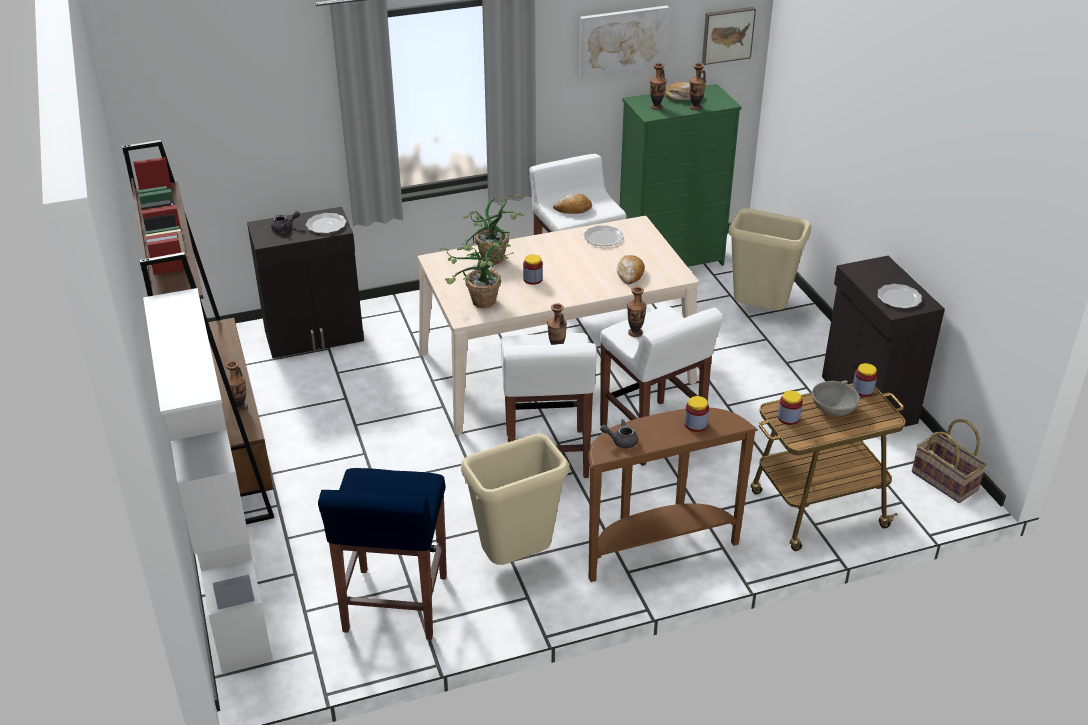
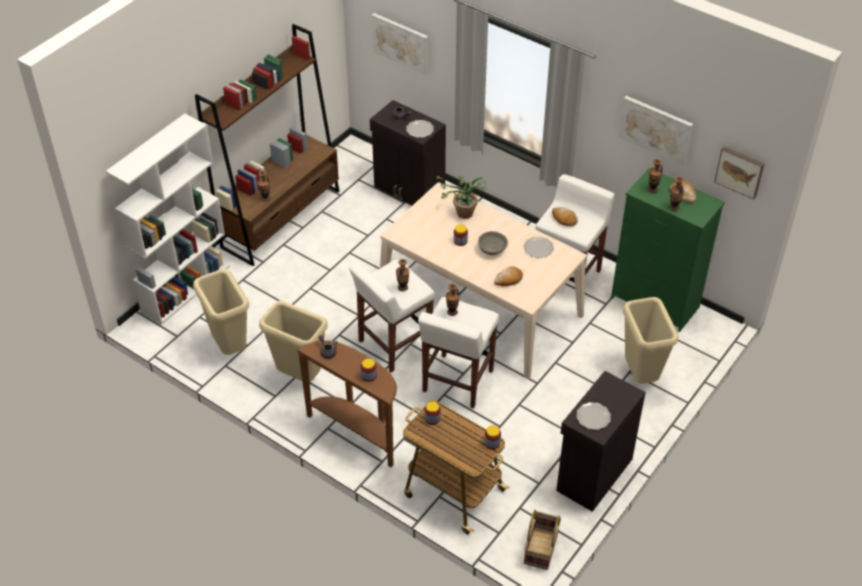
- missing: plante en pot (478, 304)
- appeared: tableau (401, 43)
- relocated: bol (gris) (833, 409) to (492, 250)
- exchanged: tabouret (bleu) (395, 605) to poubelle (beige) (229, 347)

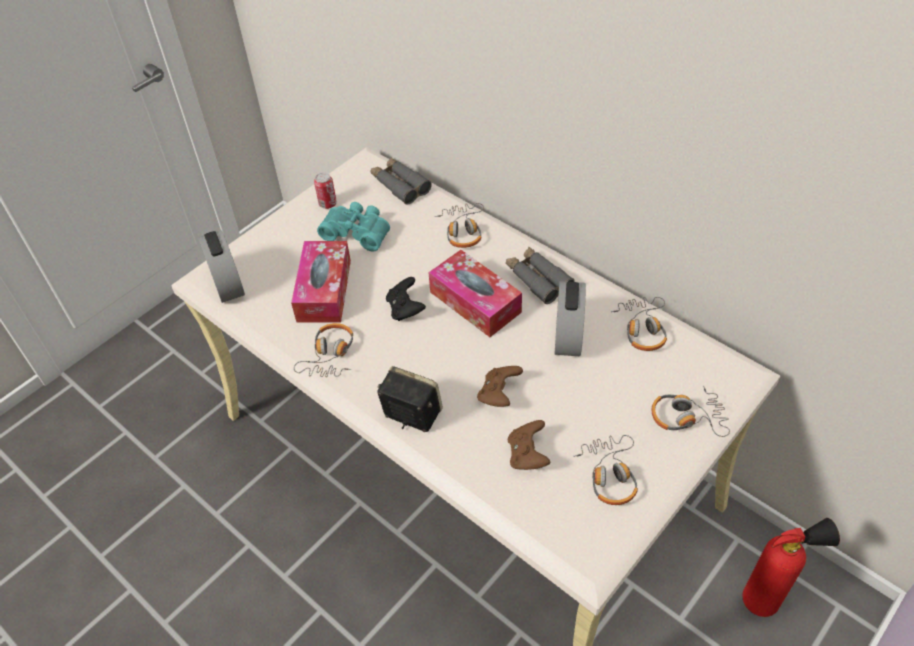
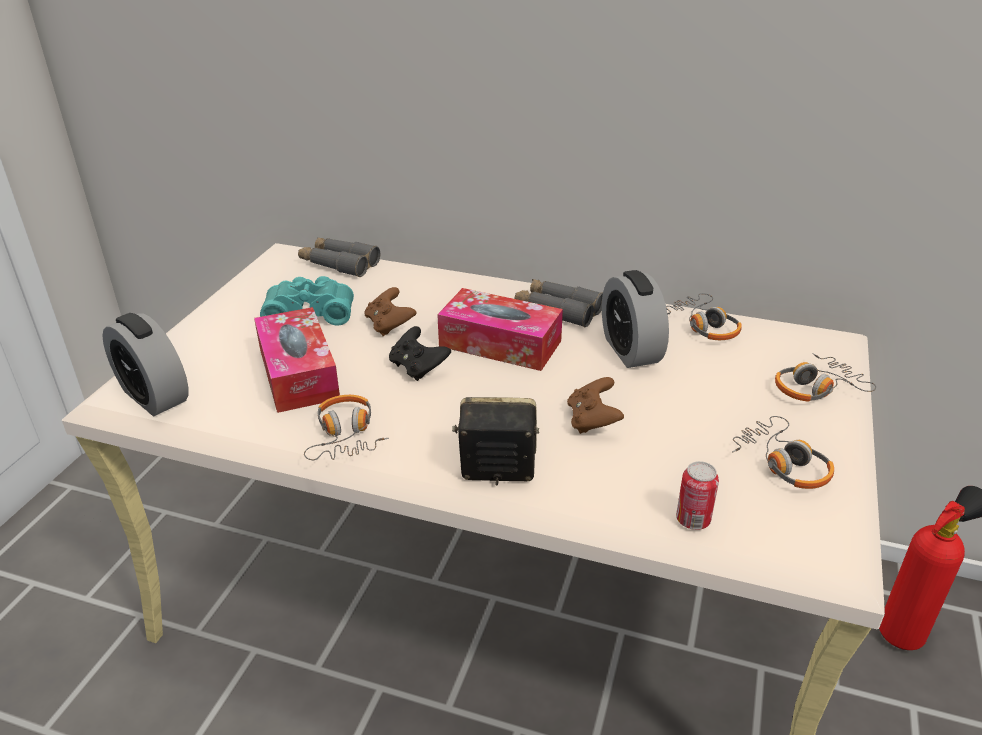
- missing: casque audio (463, 230)
- relocated: boîte métallique (327, 204) to (692, 520)
- relocated: manette (marron) (527, 455) to (389, 325)

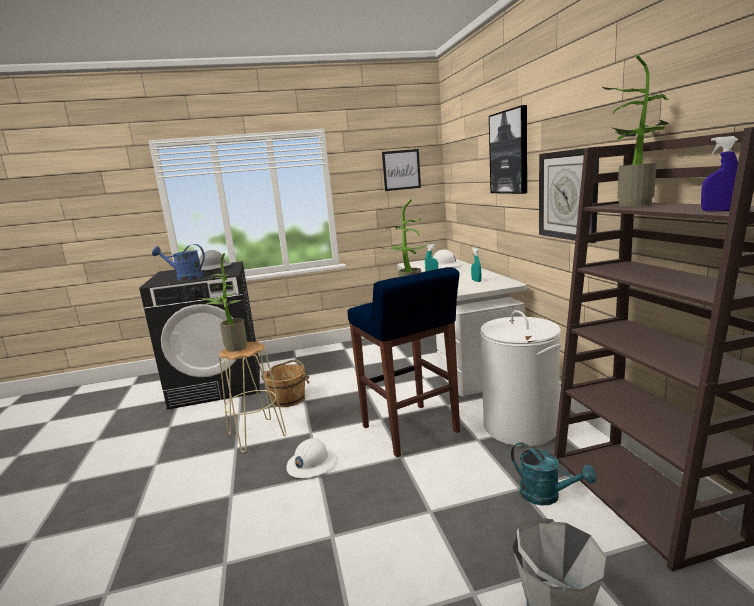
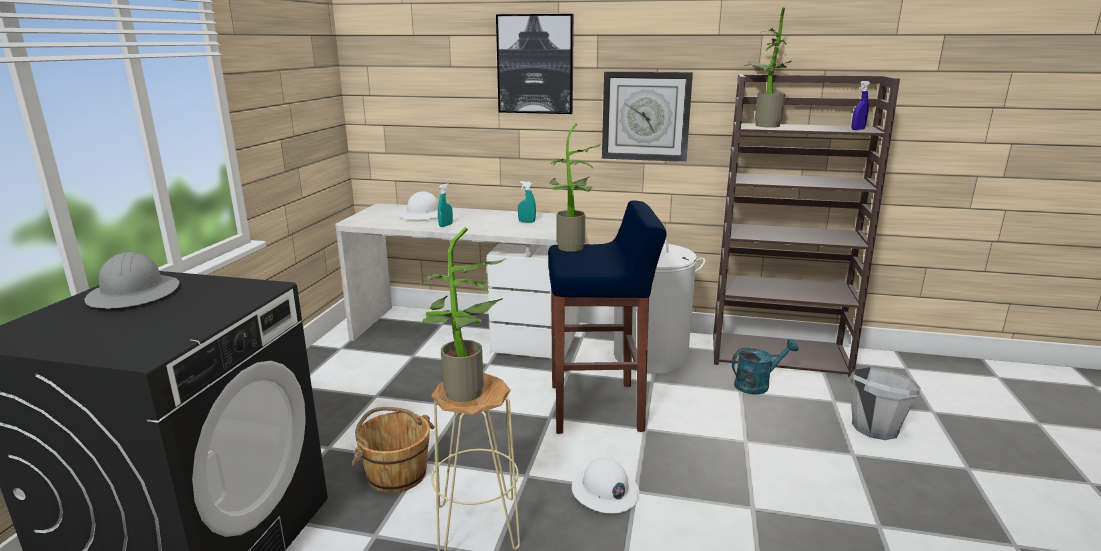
- missing: arrosoir (bleu) (185, 277)
- missing: tableau (401, 170)

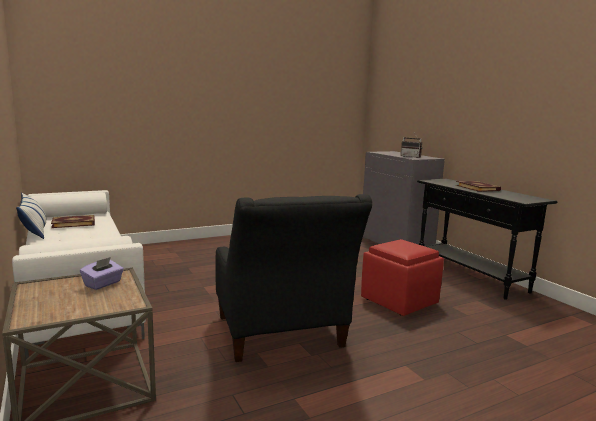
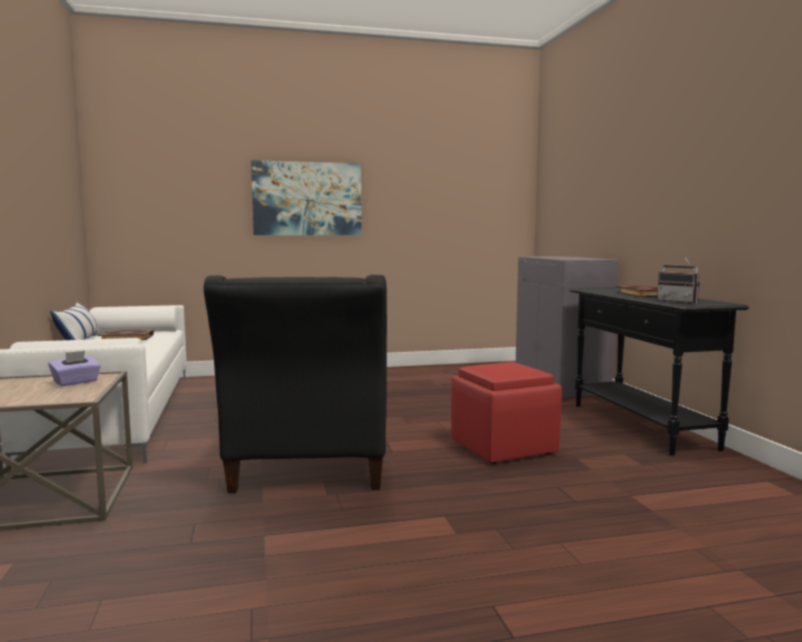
- appeared: tableau (307, 199)
- relocated: radio (411, 157) to (680, 302)

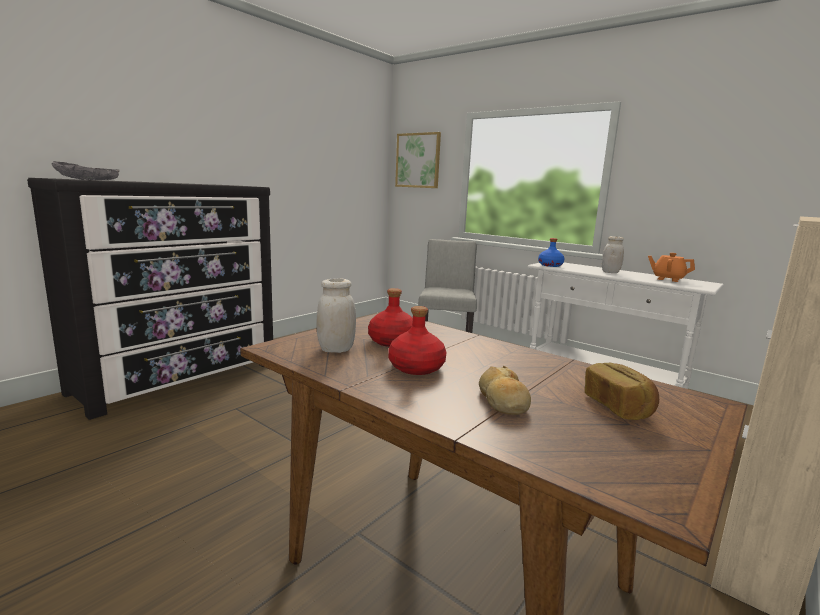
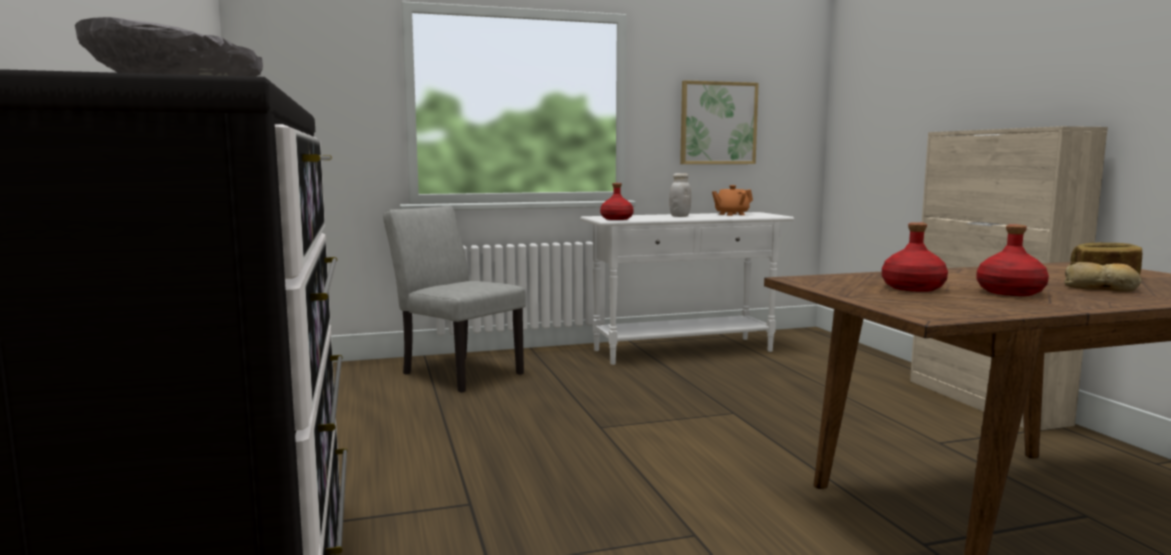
- missing: bocal (blanc) (336, 349)
- relocated: tableau (418, 160) to (718, 123)
- colour: bouteille (bleu) (550, 265) to bouteille (rouge) (617, 219)

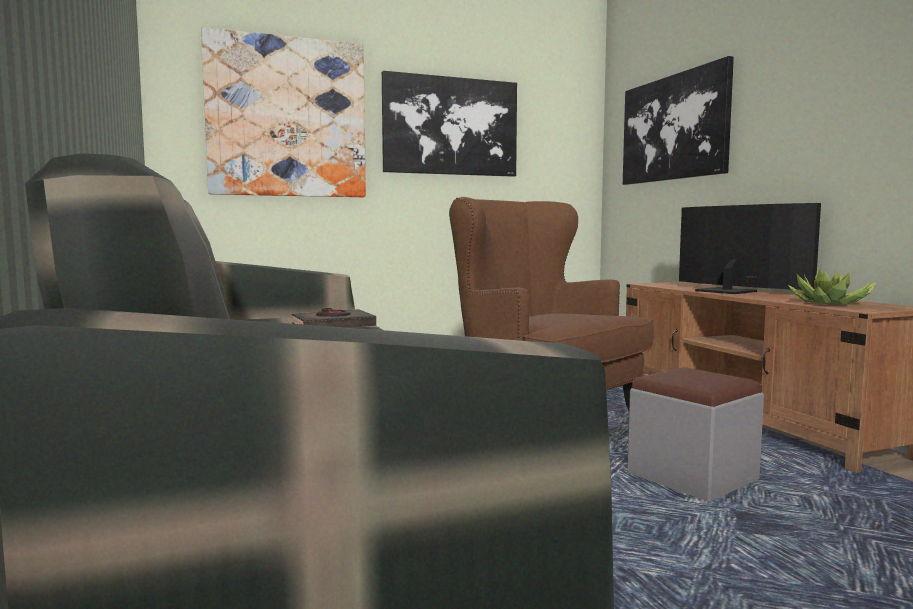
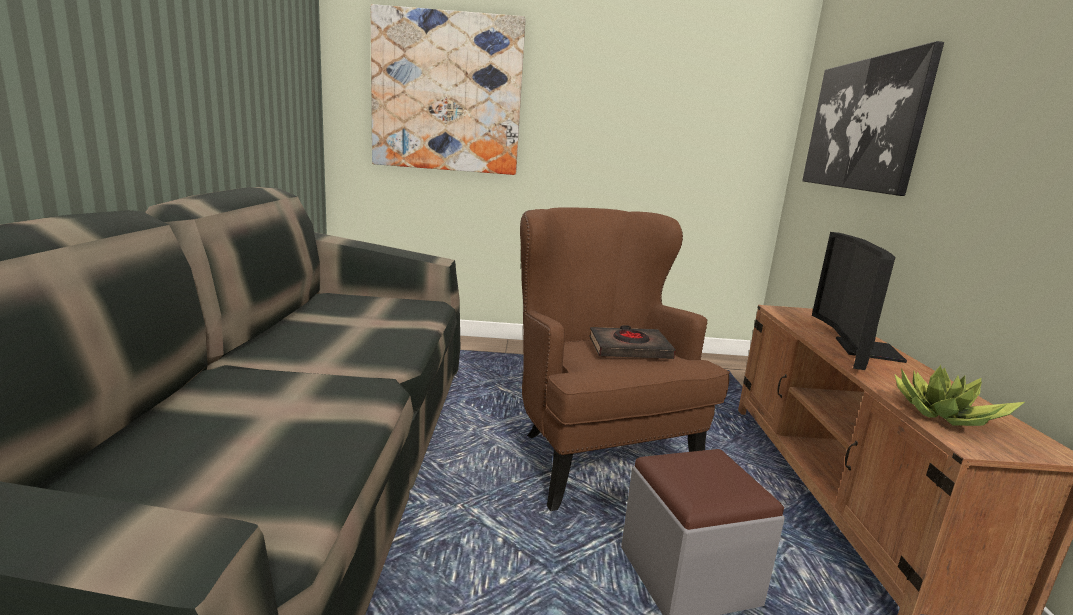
- missing: tableau (450, 126)
- relocated: livre (noir) (333, 326) to (629, 349)
- spun: téléviseur (731, 291) = (857, 348) 150 degrees counterclockwise

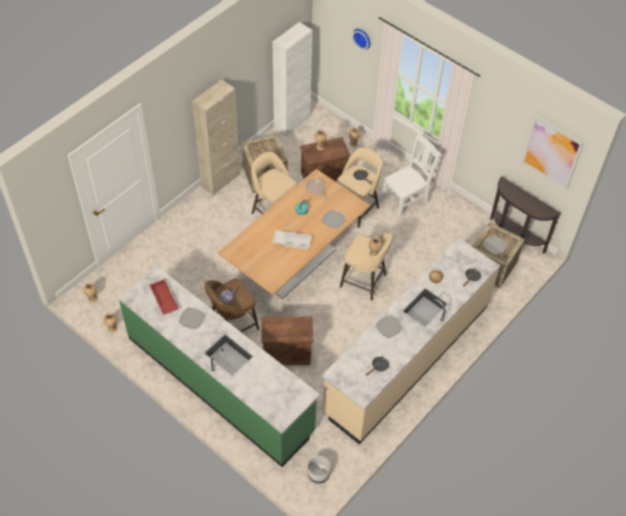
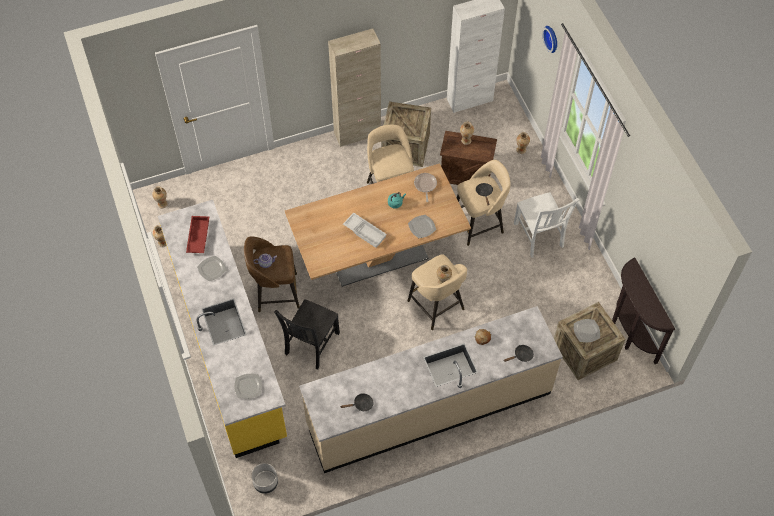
- missing: tableau (551, 152)
- relocated: assiette (388, 327) to (248, 386)
- exchanged: caisse (286, 353) to chaise (noir) (311, 345)
- colour: comptoir de cuisine (vert) (220, 384) to comptoir de cuisine (jaune) (228, 345)
- spun: chaise (blanc) (406, 199) = (539, 236) 75 degrees clockwise

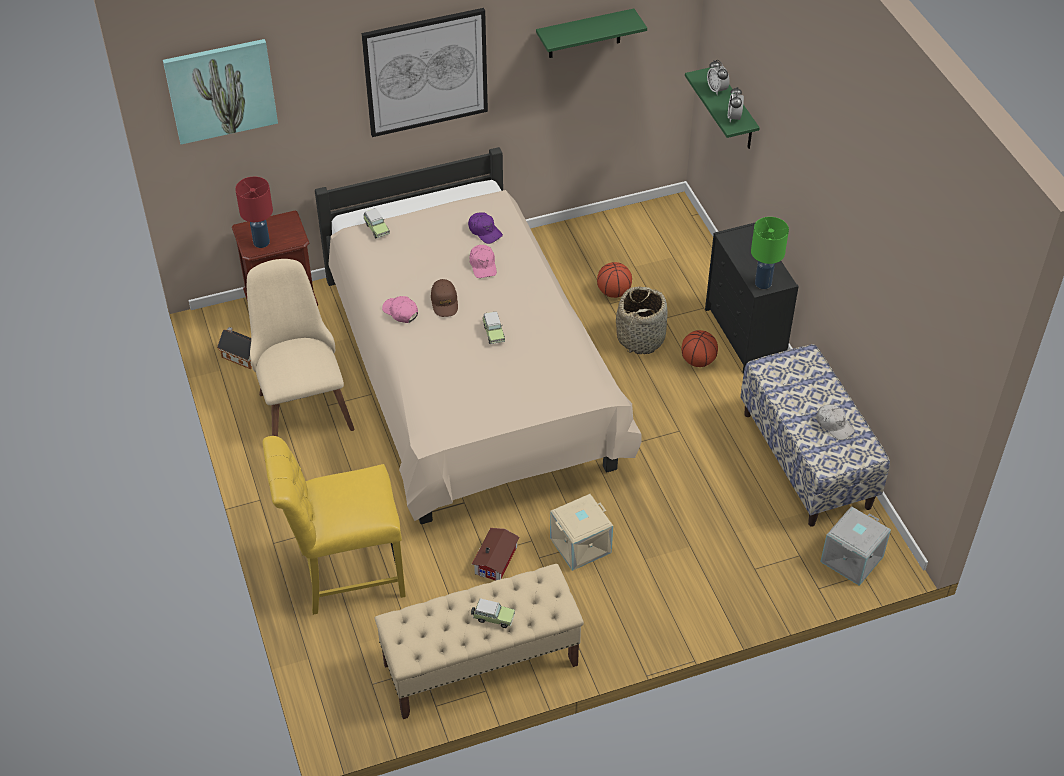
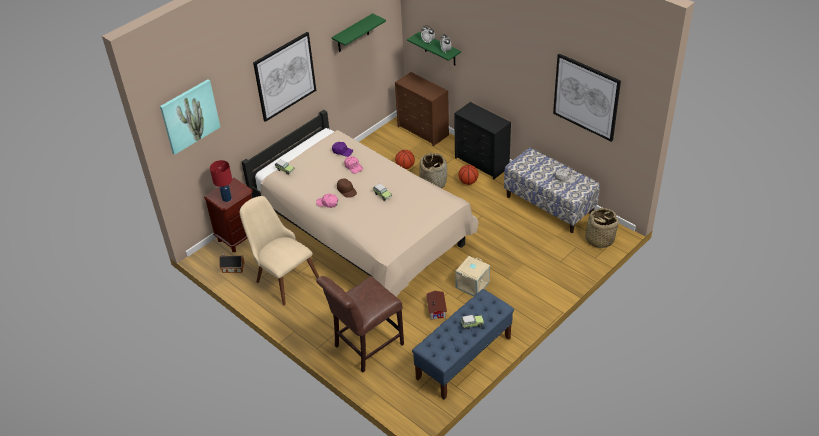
- missing: lampe de table (vert) (763, 283)
- appeared: commode (marron) (423, 131)
- appeared: tableau (586, 97)
- exchanged: boîte de rangement (gris) (851, 558) to panier (599, 239)
- colour: chaise (jaune) (345, 574) to chaise (marron) (365, 347)
- colour: banc (beige) (480, 665) to banc (bleu) (463, 358)

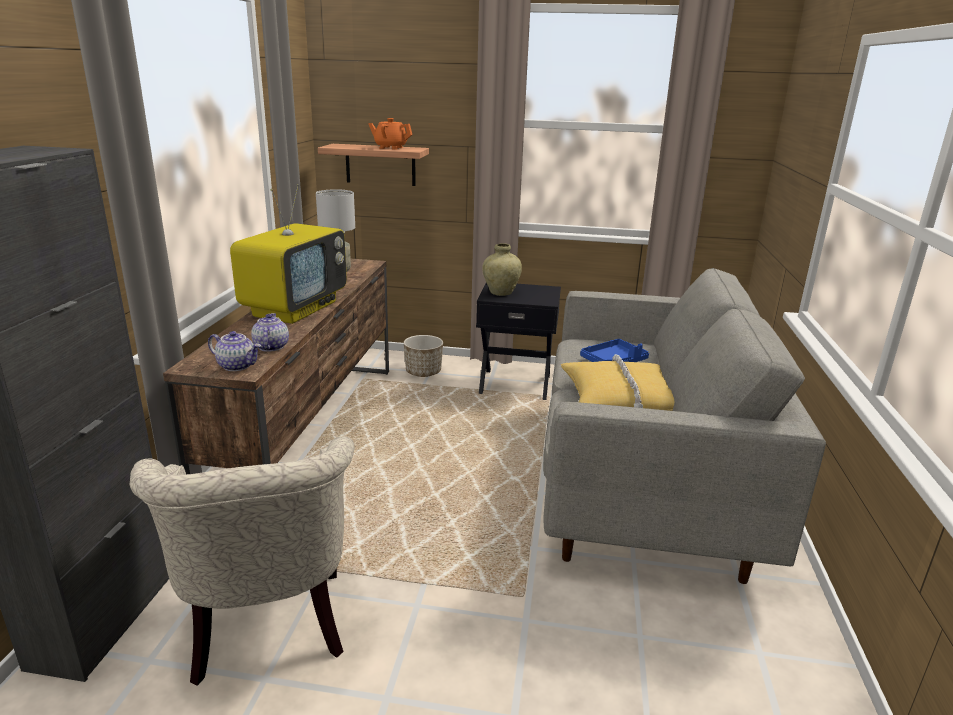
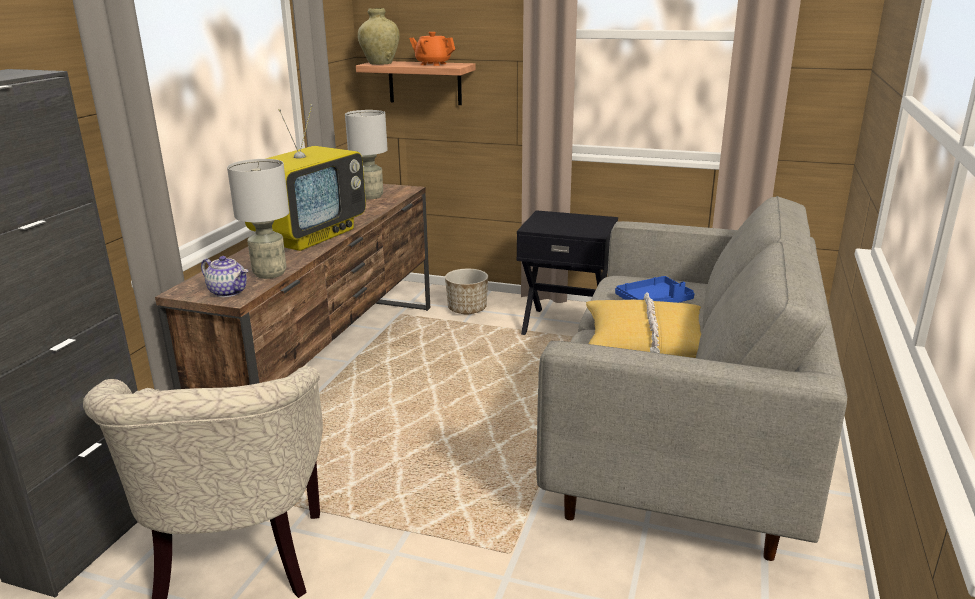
- relocated: vase (beige) (501, 292) to (380, 63)
- exchanged: théière (270, 347) to lampe de table (gris) (269, 274)

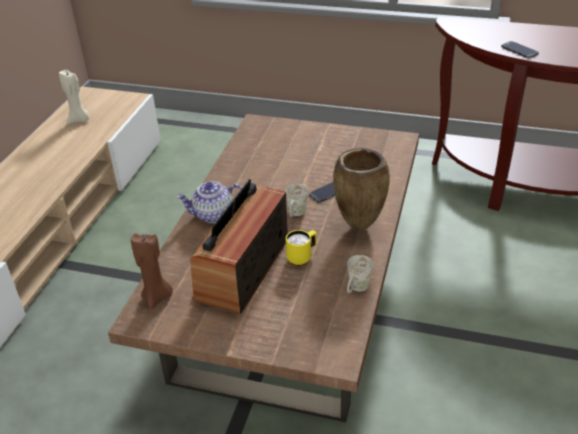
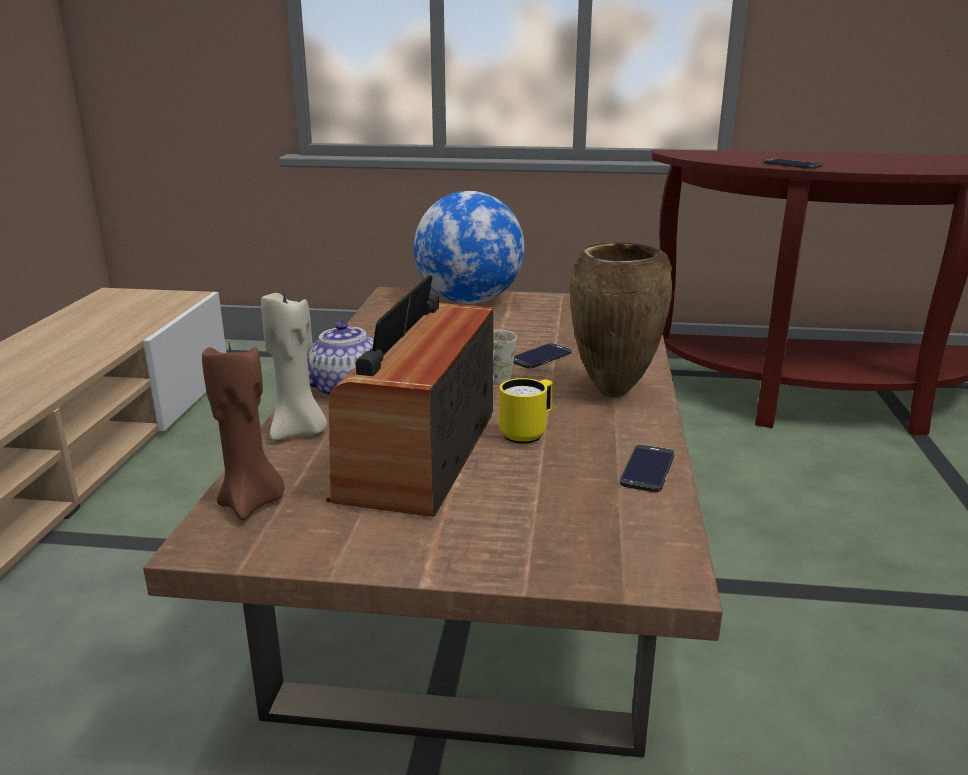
- appeared: globe (469, 301)
- relocated: bougie (beige) (79, 120) to (299, 432)
- exchanged: mug (blanc) (356, 289) to téléphone (647, 469)

